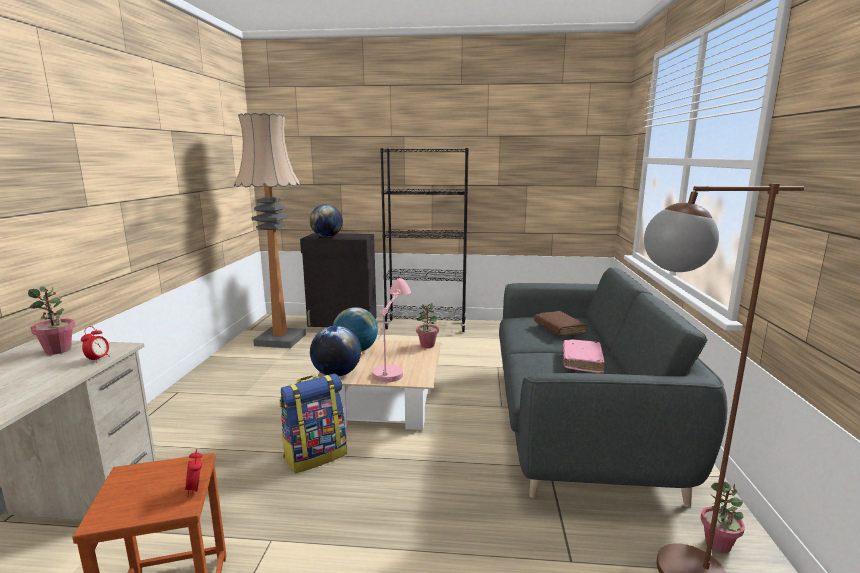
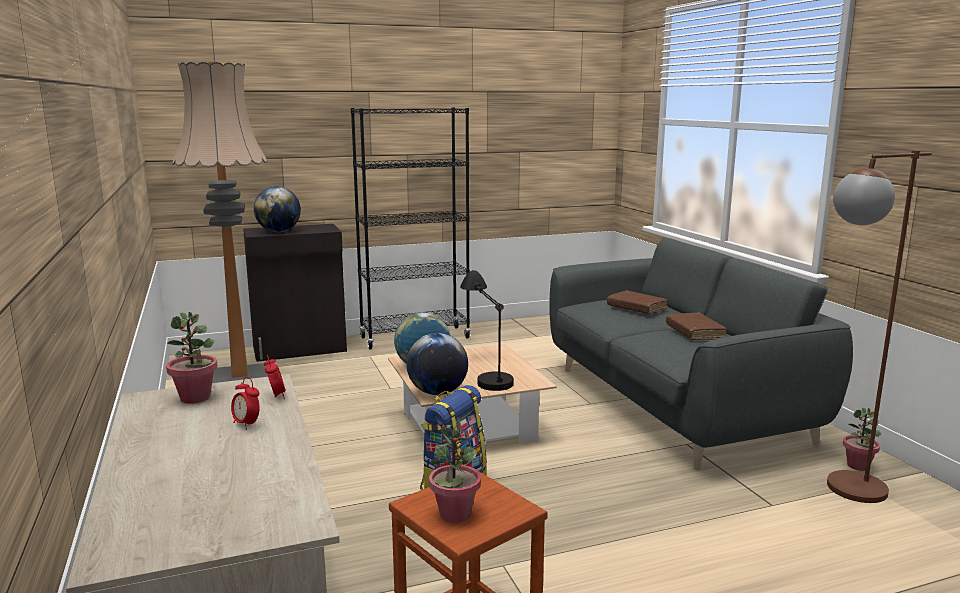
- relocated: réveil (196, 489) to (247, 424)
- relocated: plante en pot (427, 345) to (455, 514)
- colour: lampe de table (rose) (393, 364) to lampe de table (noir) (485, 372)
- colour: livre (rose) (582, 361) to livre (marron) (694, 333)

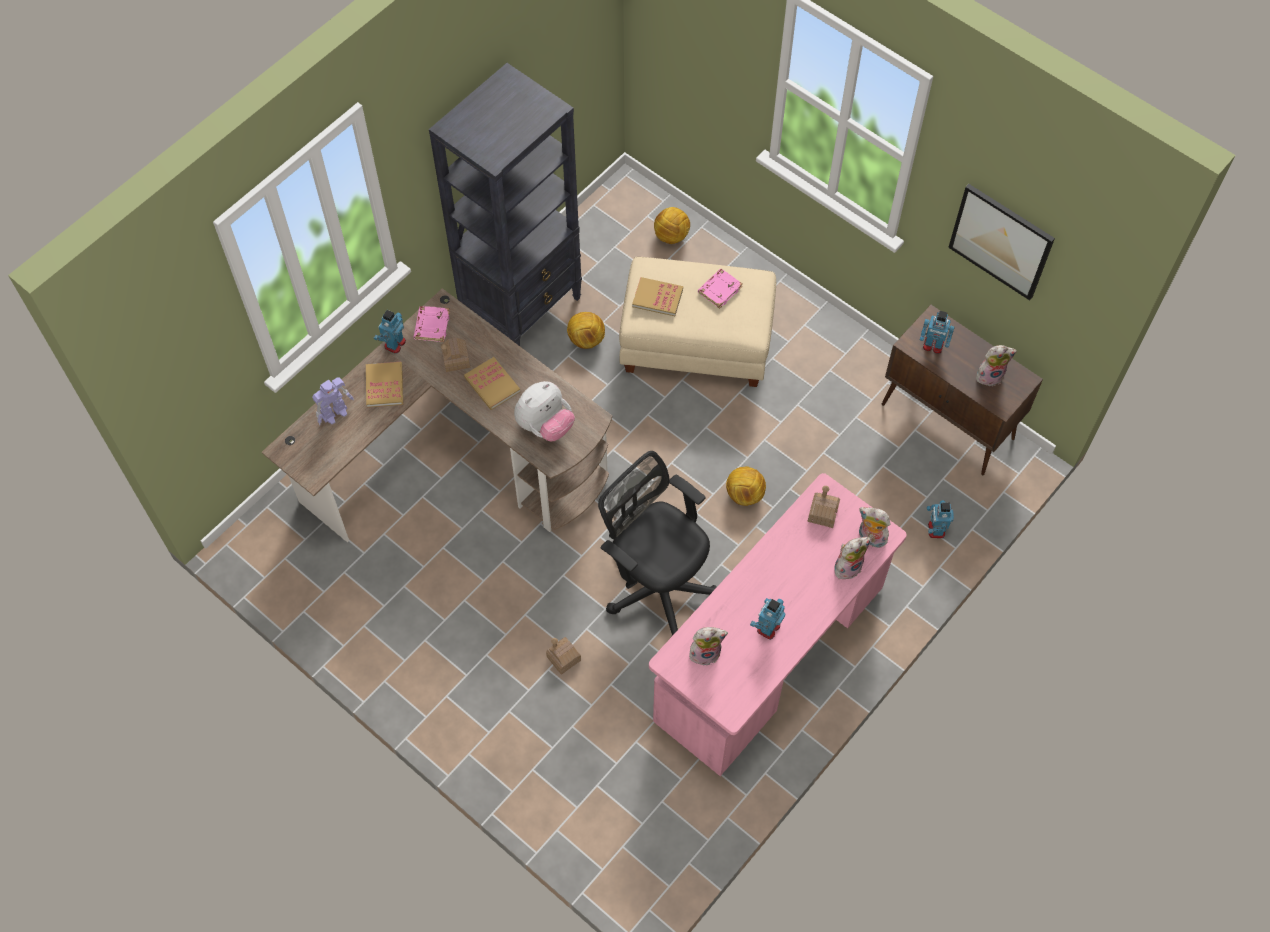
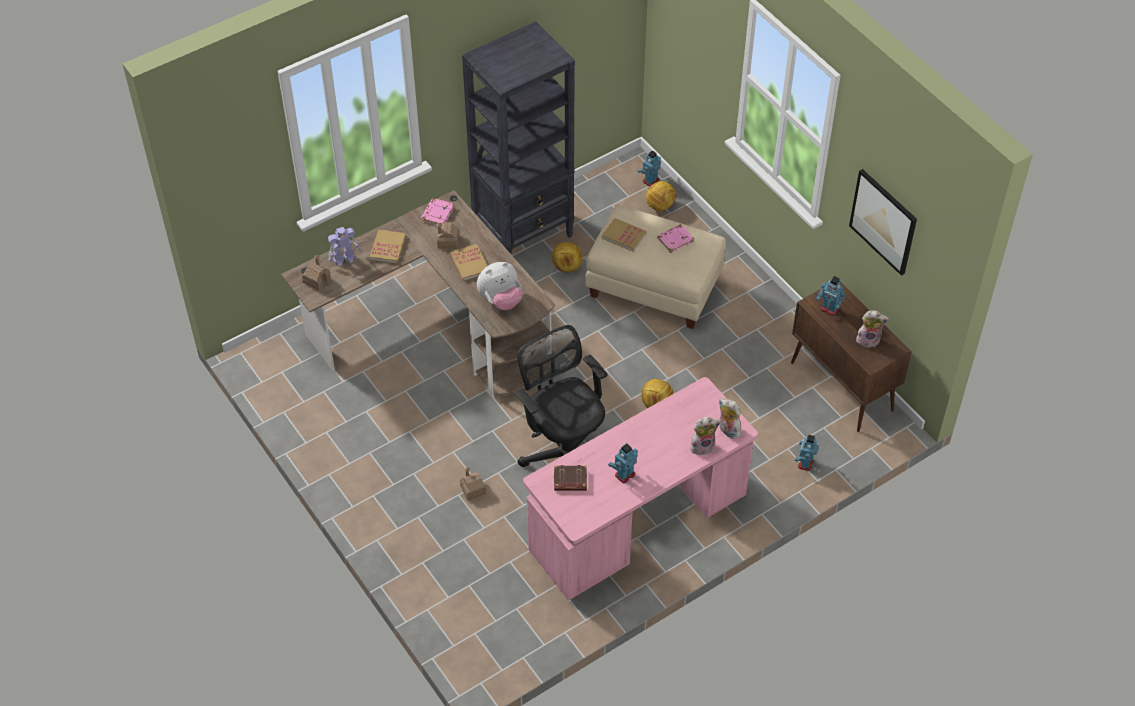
- relocated: robot jouet (394, 344) to (650, 180)
- relocated: maison miniature (823, 513) to (317, 280)
- exchanged: peluche (705, 652) to livre (marron) (570, 481)

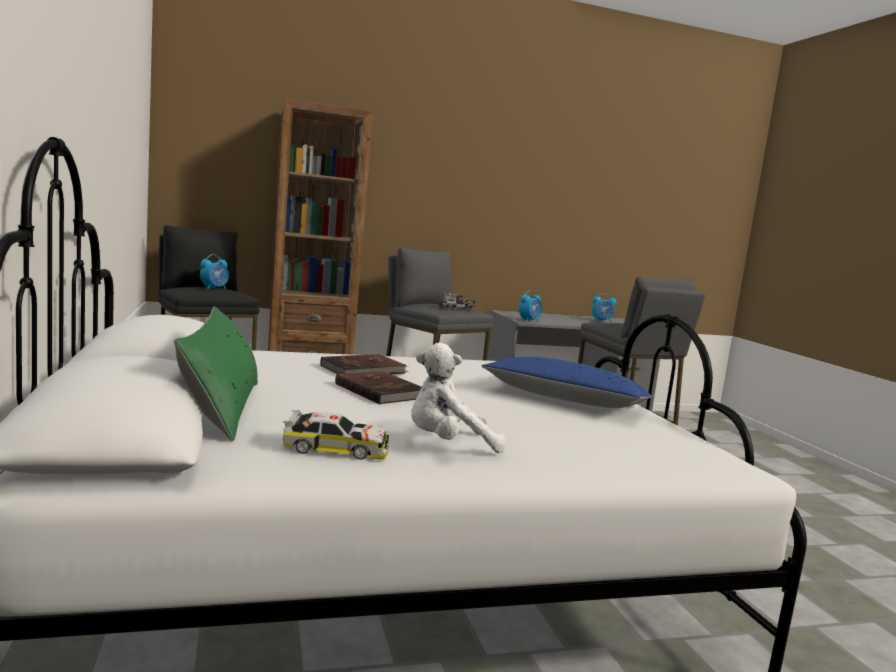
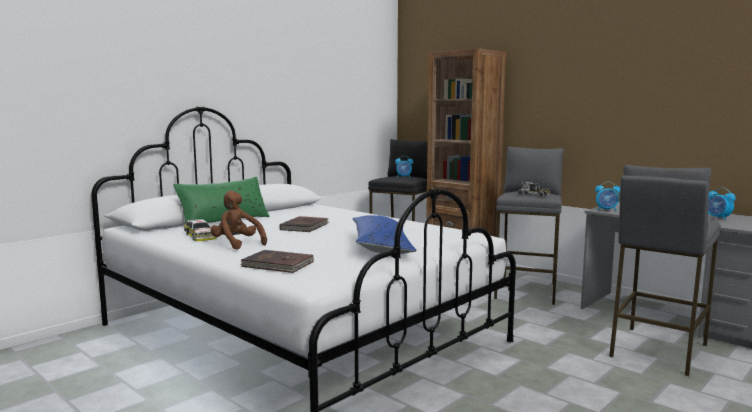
- relocated: livre (marron) (364, 370) to (277, 265)
- colour: peluche (blanc) (448, 445) to peluche (marron) (237, 244)

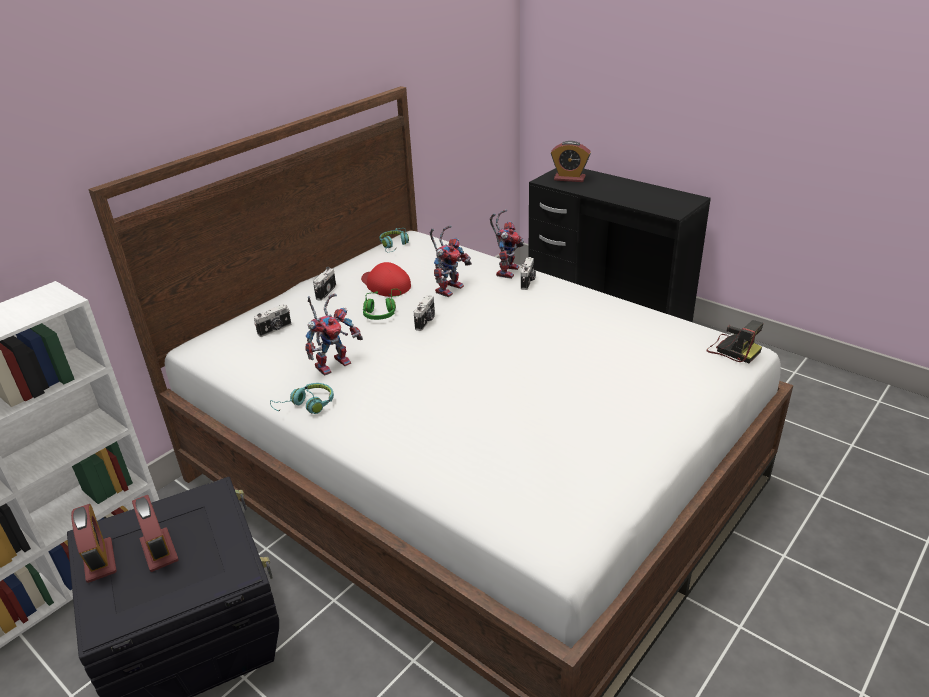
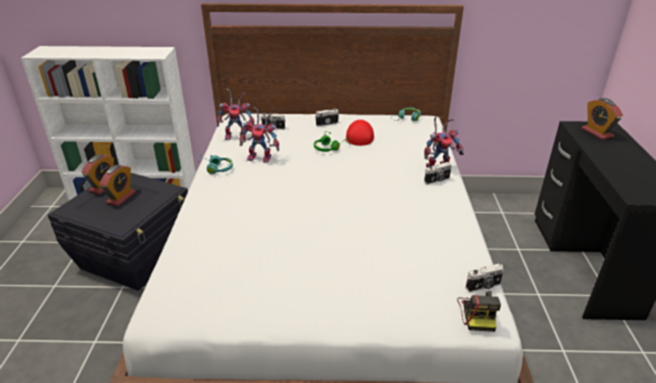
- relocated: appareil photo (426, 321) to (483, 286)
- relocated: robot jouet (449, 287) to (238, 136)

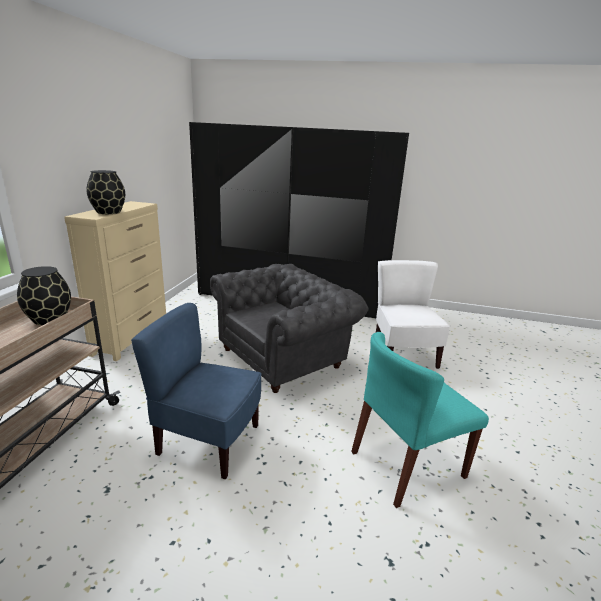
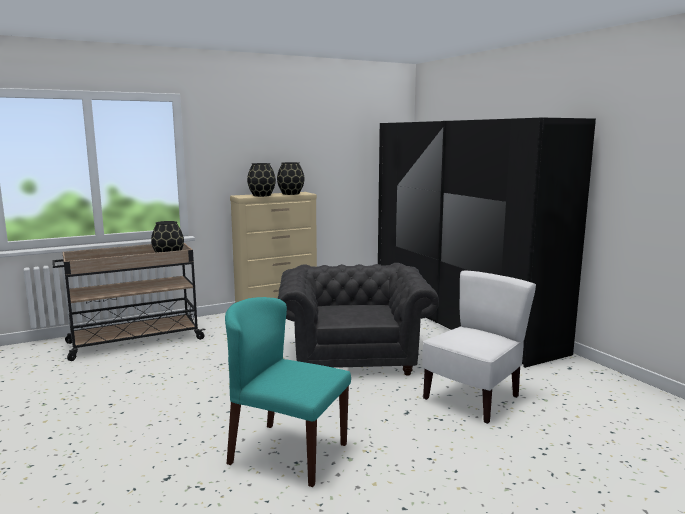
- missing: chaise (bleu) (208, 441)
- appeared: vase (noir) (290, 194)
- spun: fauteuil (gris) (285, 357) = (353, 356) 105 degrees counterclockwise

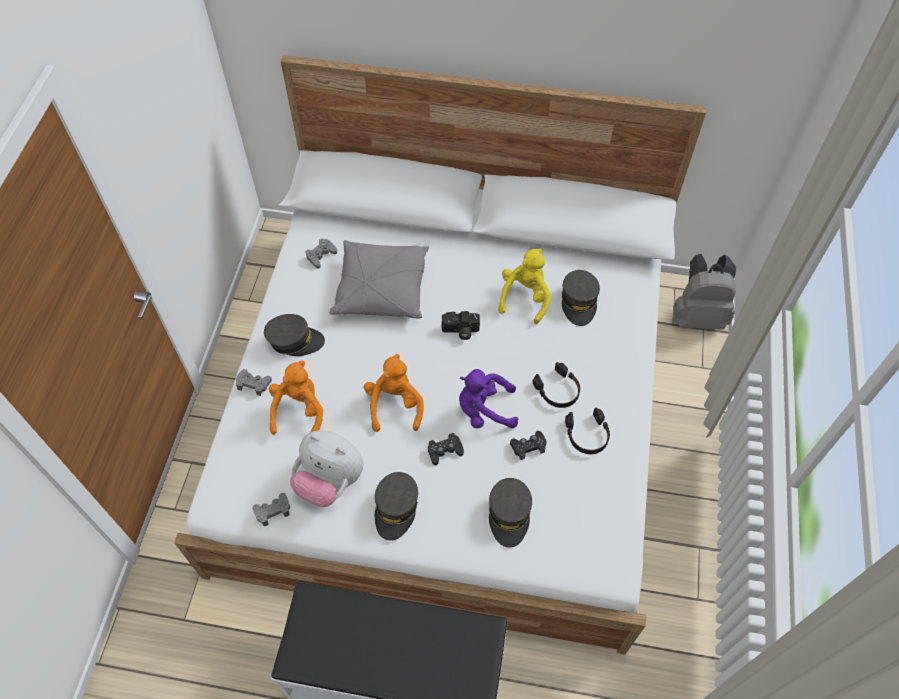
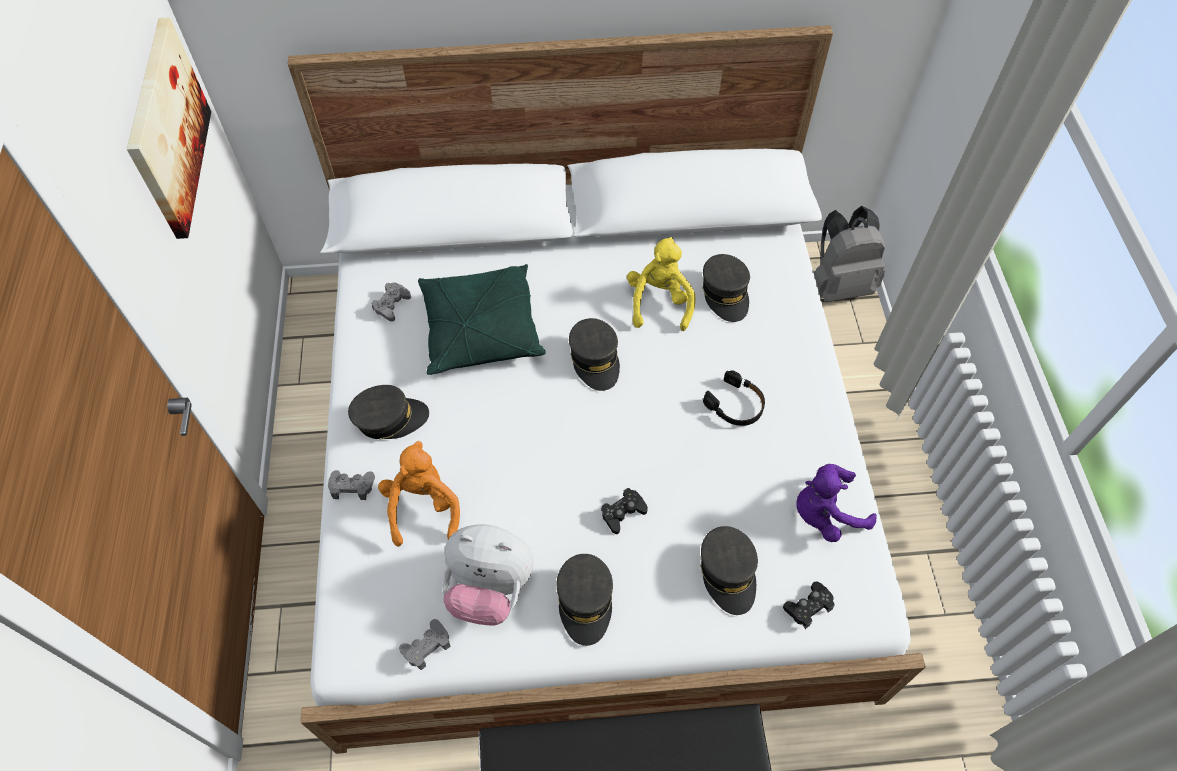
- missing: peluche (orange) (394, 405)
- missing: casque audio (noir) (587, 435)
- appeared: tableau (167, 128)
- relocated: peluche (violet) (484, 410) to (825, 513)
- relocated: manette (noir) (528, 446) to (808, 606)
- exchanged: appareil photo (460, 331) to casquette (gris) (595, 360)
- colour: coussin (gris) (381, 289) to coussin (vert) (481, 330)

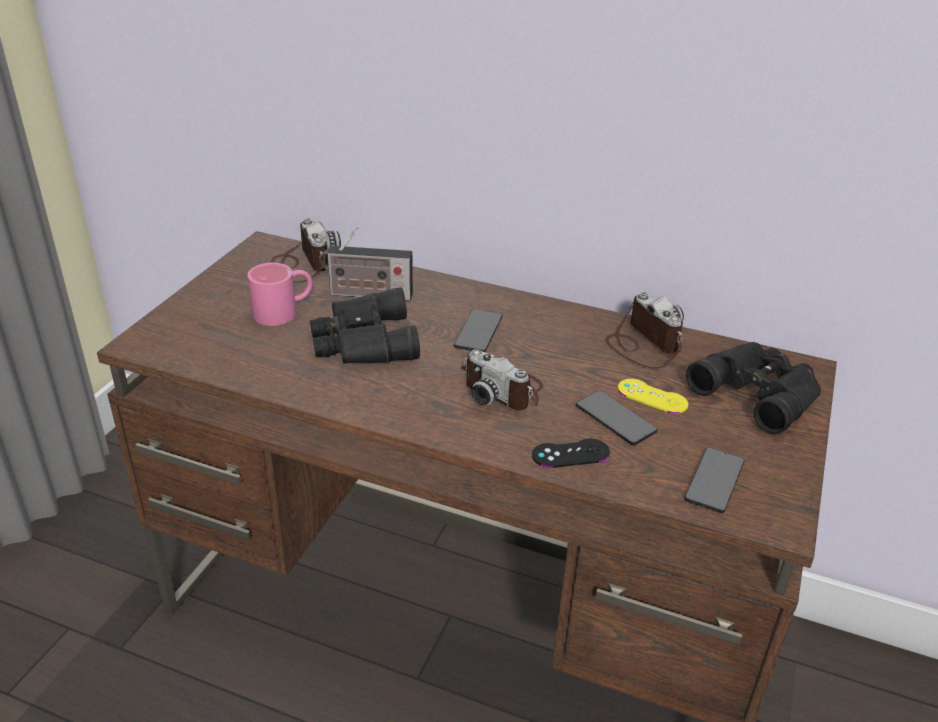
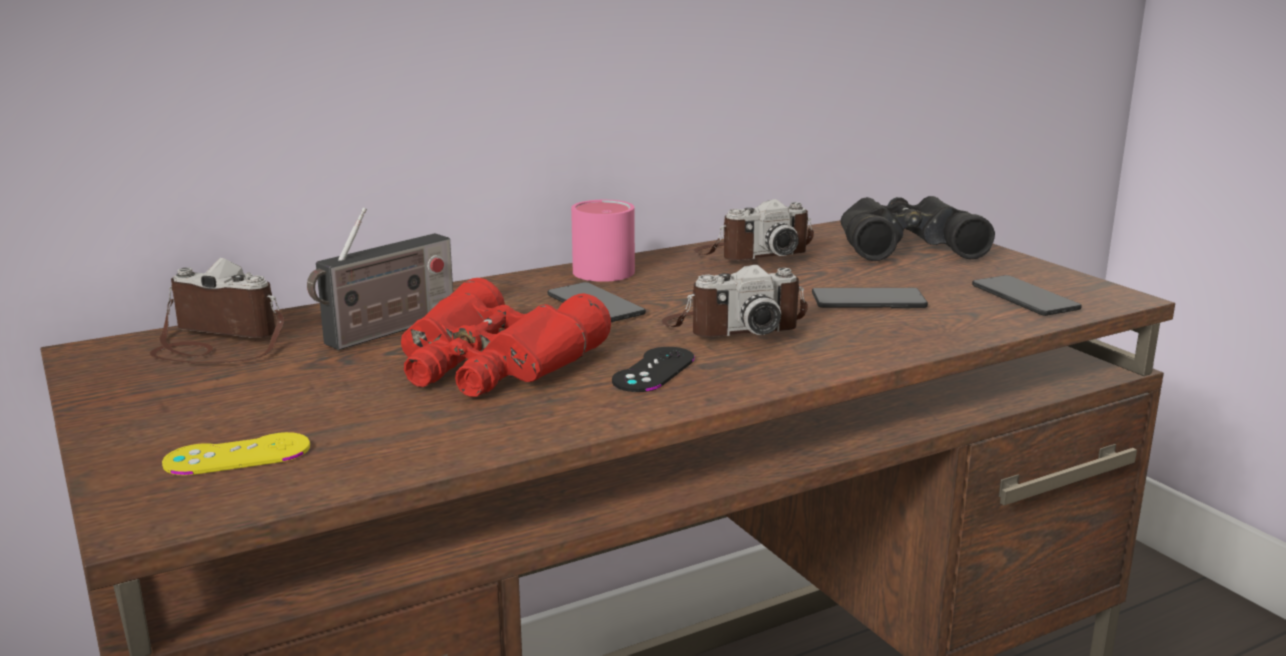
- relocated: mug (rose) (284, 311) to (606, 267)
- relocated: manette (noir) (570, 454) to (653, 370)
- relocated: manette (jaune) (652, 396) to (237, 455)
- colour: jumelles (noir) (362, 342) to jumelles (rouge) (493, 364)
- spun: appareil photo (643, 344) = (753, 254) 150 degrees clockwise

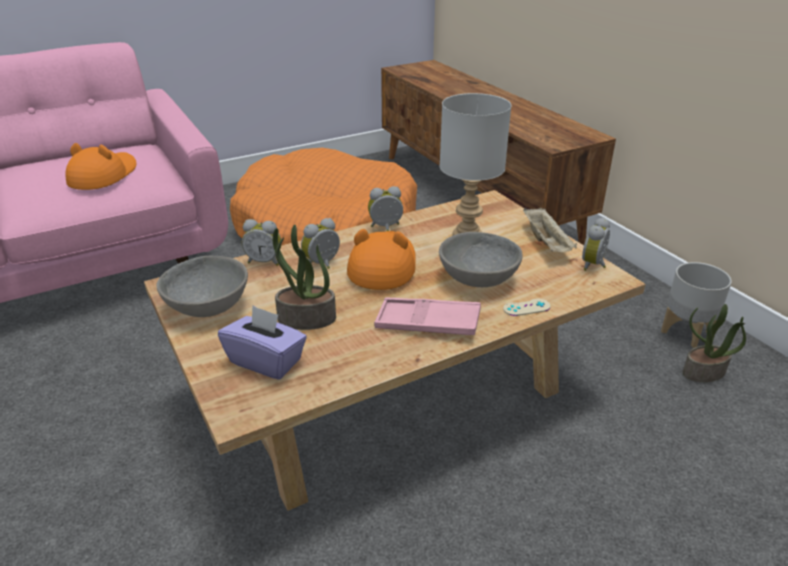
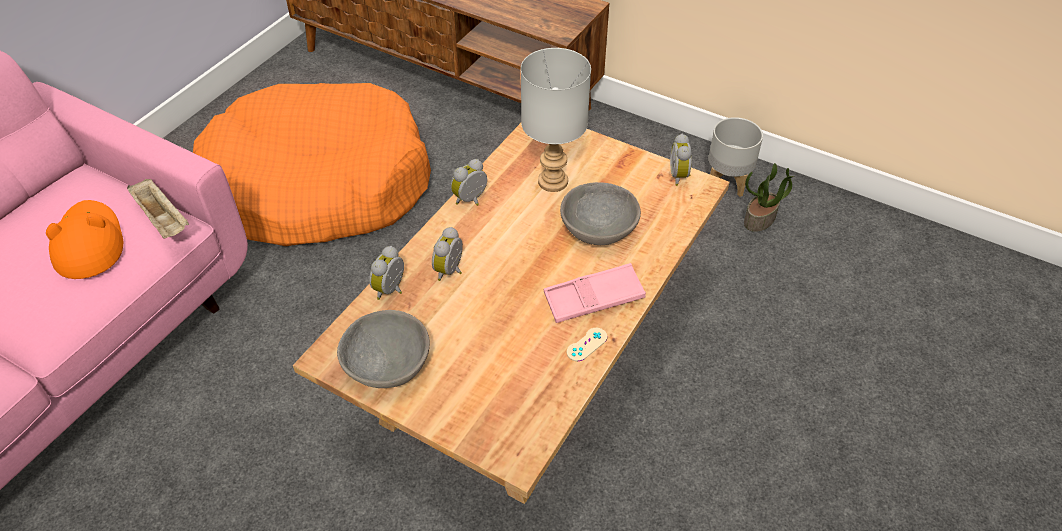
- missing: boîte à mouchoirs (violet) (266, 361)
- missing: plante en pot (306, 319)
- missing: chapeau (orange) (383, 265)
- relocated: manette (beige) (526, 307) to (587, 344)
- relocated: plateau (beige) (547, 243) to (163, 219)
- spun: réveil (265, 261) = (392, 290) 135 degrees clockwise

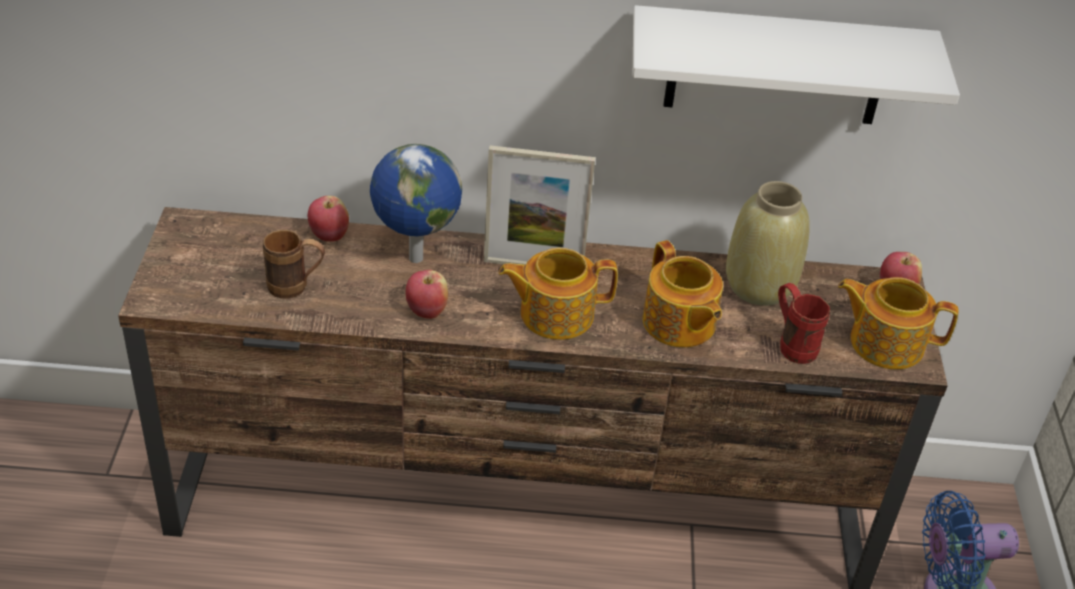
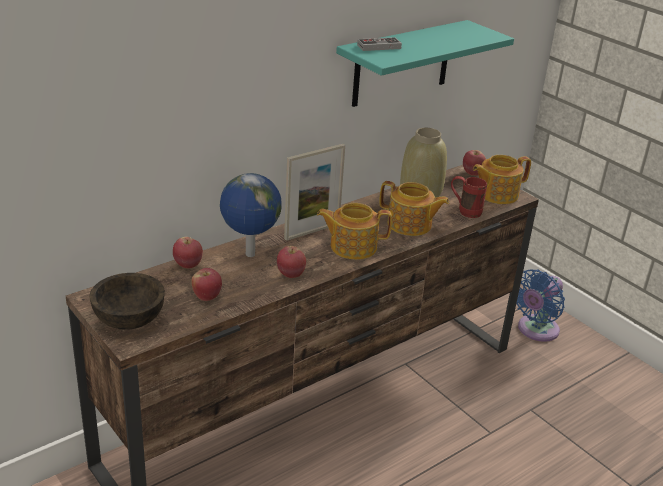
- appeared: bol (marron) (129, 319)
- appeared: manette (379, 47)
- exchanged: mug (marron) (296, 288) to pomme (207, 297)
- colour: étagère (blanc) (777, 66) to étagère (turquoise) (402, 63)
- spun: théière (554, 314) = (352, 246) 45 degrees clockwise

